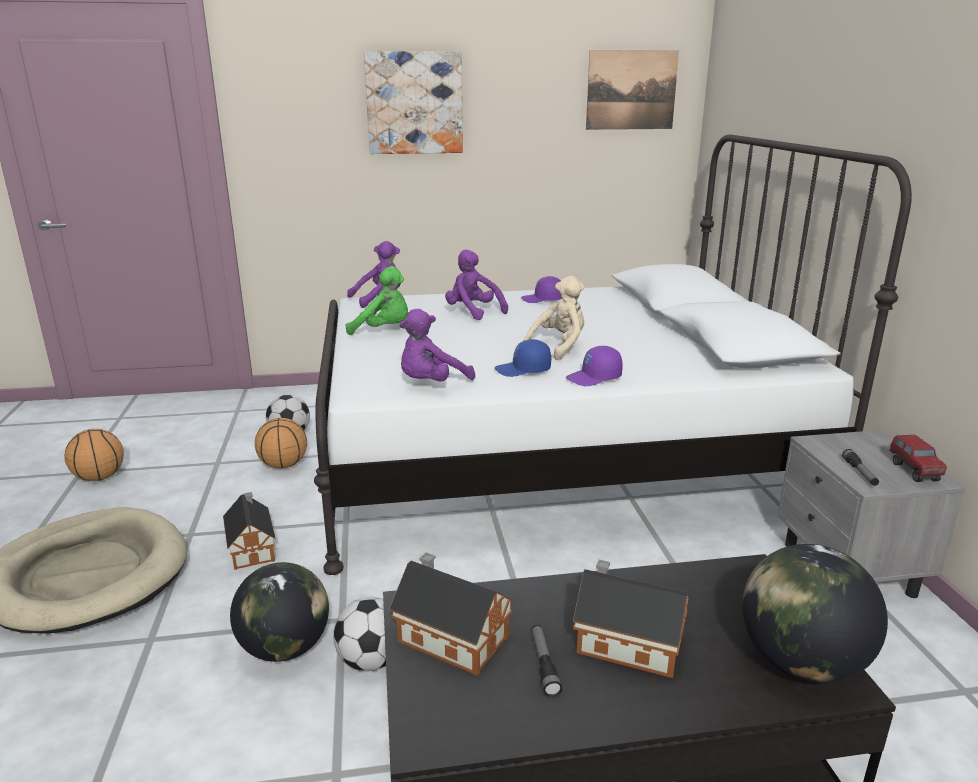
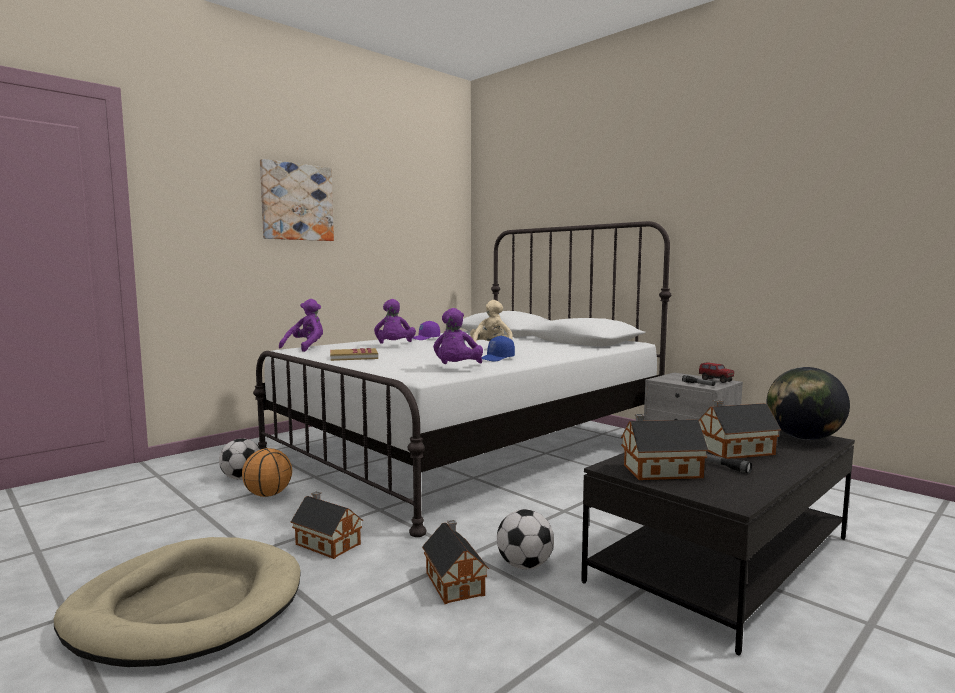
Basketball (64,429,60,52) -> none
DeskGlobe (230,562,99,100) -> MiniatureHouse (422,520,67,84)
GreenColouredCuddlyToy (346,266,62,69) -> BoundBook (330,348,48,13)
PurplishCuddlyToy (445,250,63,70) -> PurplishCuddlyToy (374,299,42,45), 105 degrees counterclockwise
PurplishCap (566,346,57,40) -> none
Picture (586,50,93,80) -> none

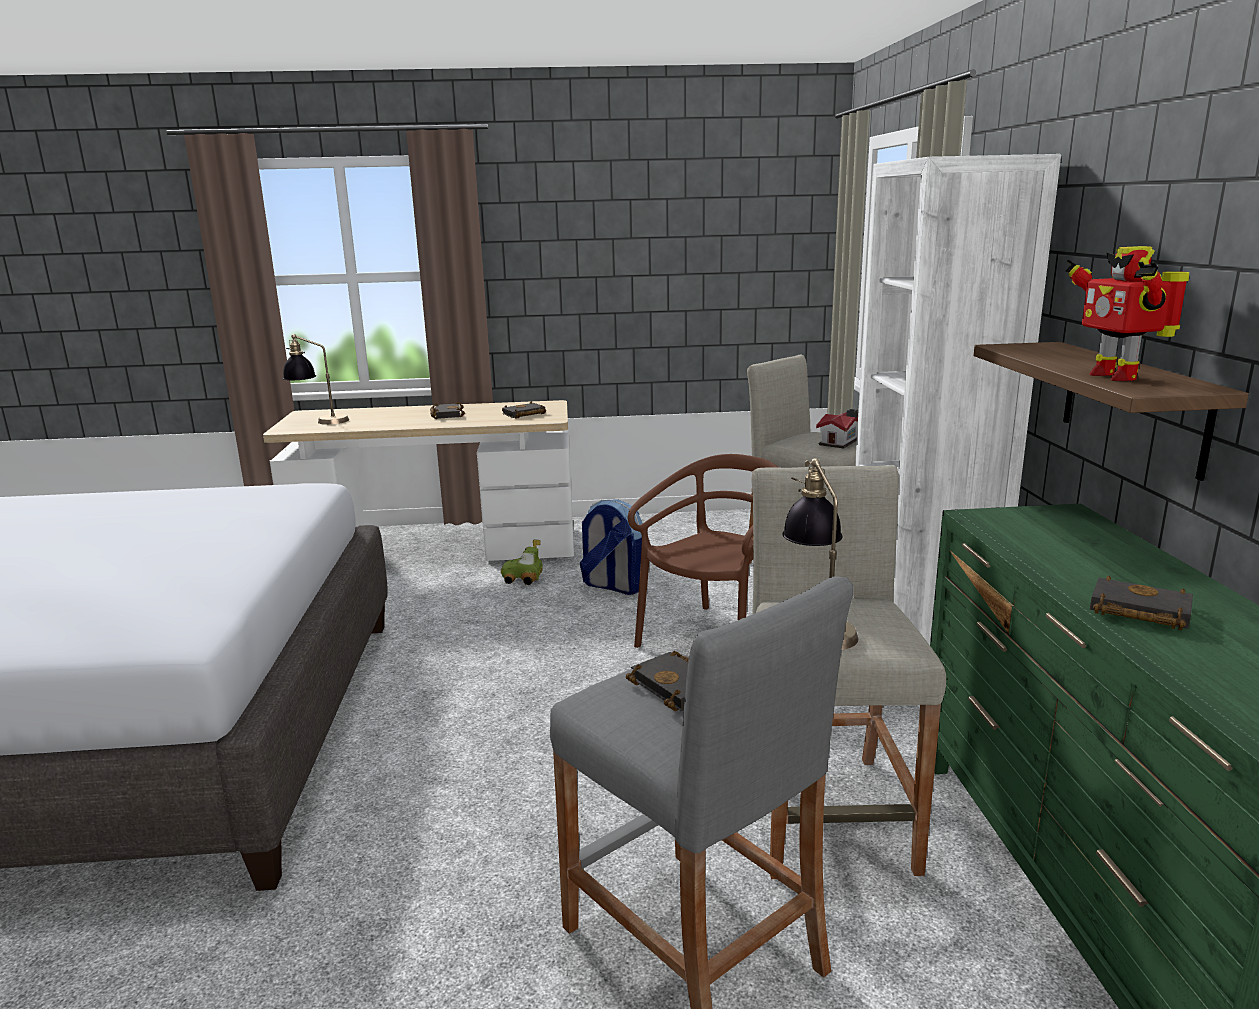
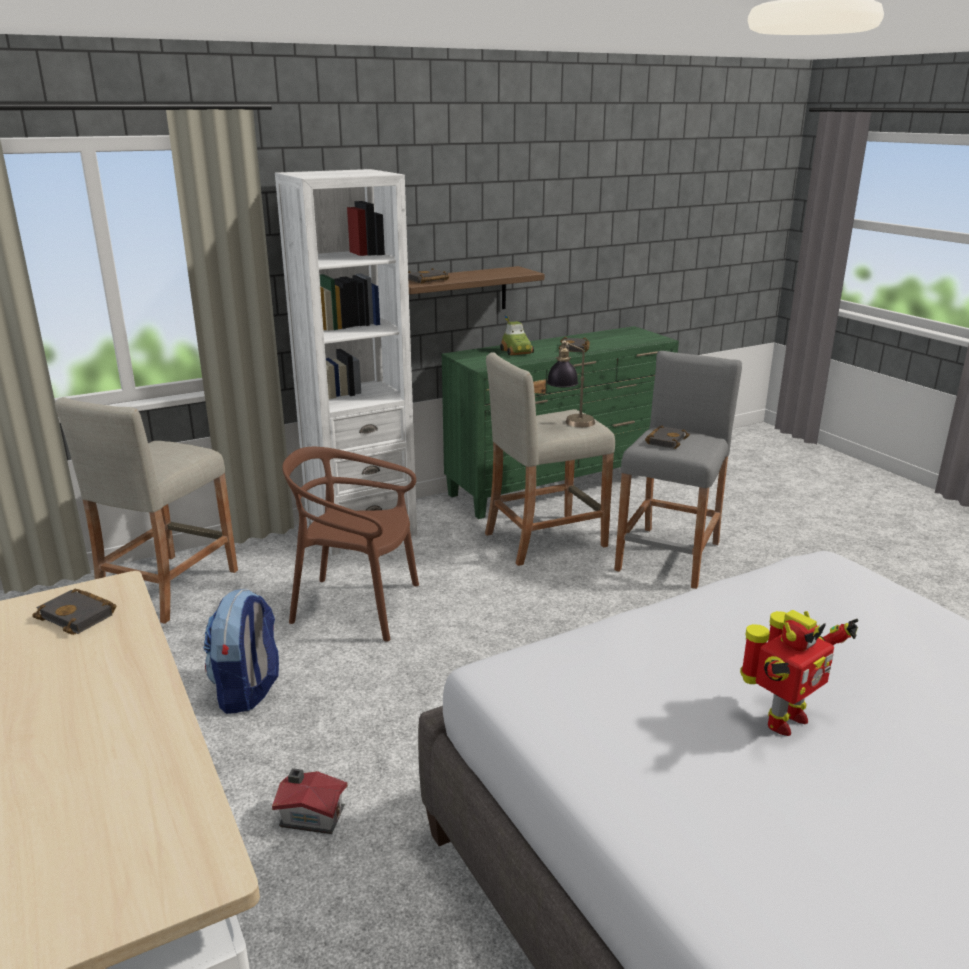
LampForATable (283,334,66,91) -> none
BlackishBoundBook (430,402,35,17) -> BlackishBoundBook (408,268,41,16), relocated
ToyCar (501,539,42,46) -> ToyCar (500,316,34,39), relocated
MiniatureHouse (816,409,42,40) -> MiniatureHouse (272,768,76,66), relocated
ToyRobot (1066,246,123,135) -> ToyRobot (740,610,118,126), relocated

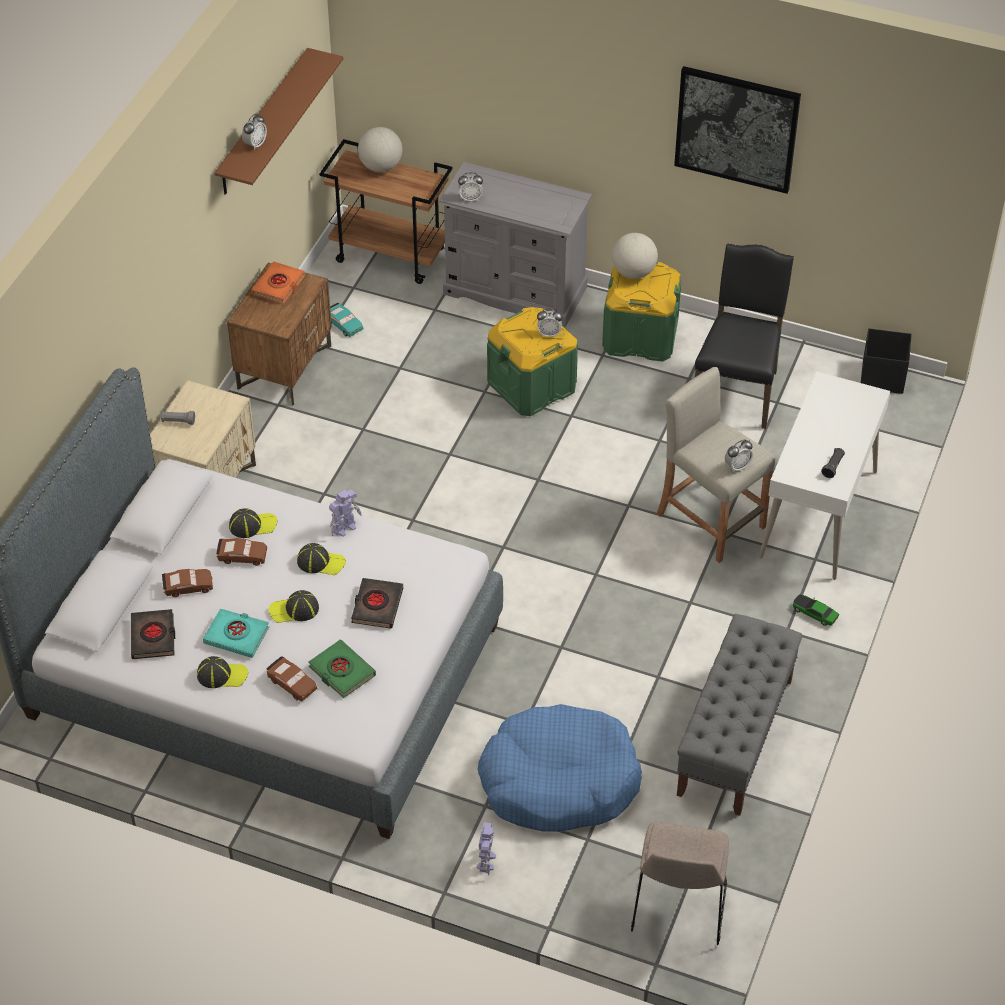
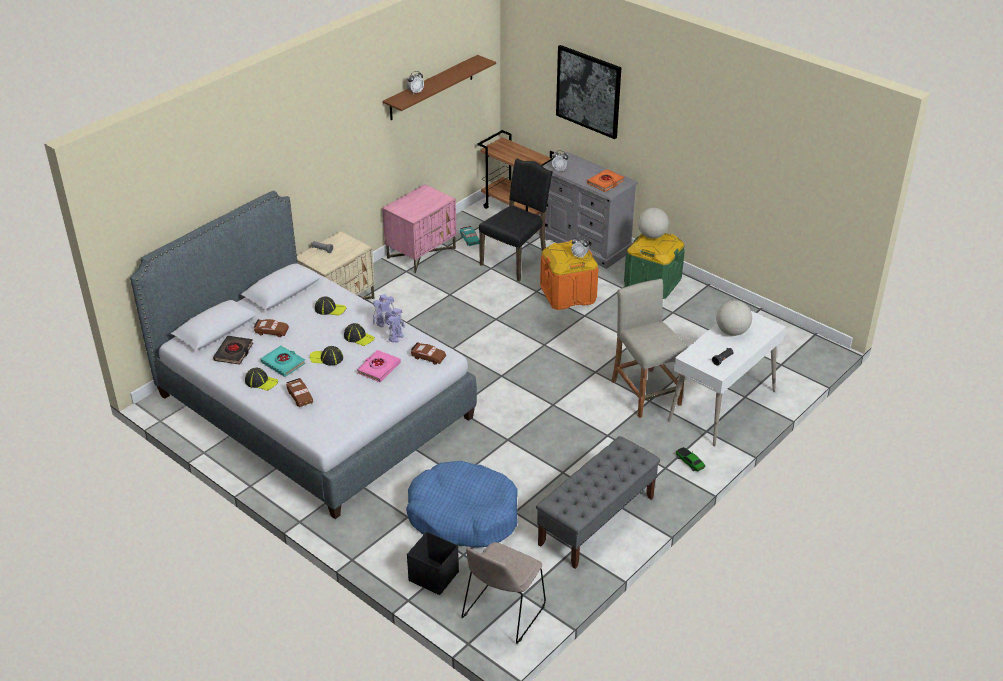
BrownColouredToyCar (216,538,51,28) -> BrownColouredToyCar (411,343,35,22), relocated
BrownColouredNightstand (227,263,105,143) -> PinkNightstand (382,184,75,90)
OrangeColouredBoundBook (251,261,54,43) -> OrangeColouredBoundBook (587,169,37,23), relocated
GreenColouredBoundBook (308,639,68,59) -> none
BlackishBoundBook (351,578,52,51) -> PinkBoundBook (357,350,44,32)
DeskGlobe (358,127,44,45) -> DeskGlobe (716,300,36,36), relocated
ToyRobot (477,822,19,53) -> ToyRobot (388,308,17,35), relocated
GreenColouredStorageBox (487,307,91,109) -> OrangeColouredStorageBox (540,240,59,70)
Picture (674,66,127,128) -> Picture (556,45,65,94), relocated
BlackishUprightChair (695,243,99,186) -> BlackishUprightChair (479,158,74,123), relocated
TableClock (725,440,28,32) -> none
BlackishStorageBox (861,328,51,66) -> BlackishStorageBox (407,532,52,63), relocated

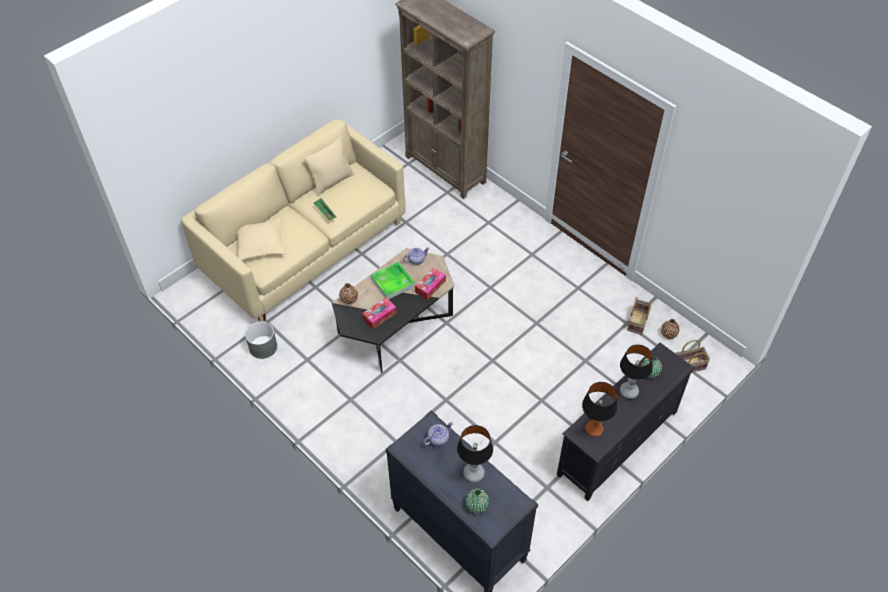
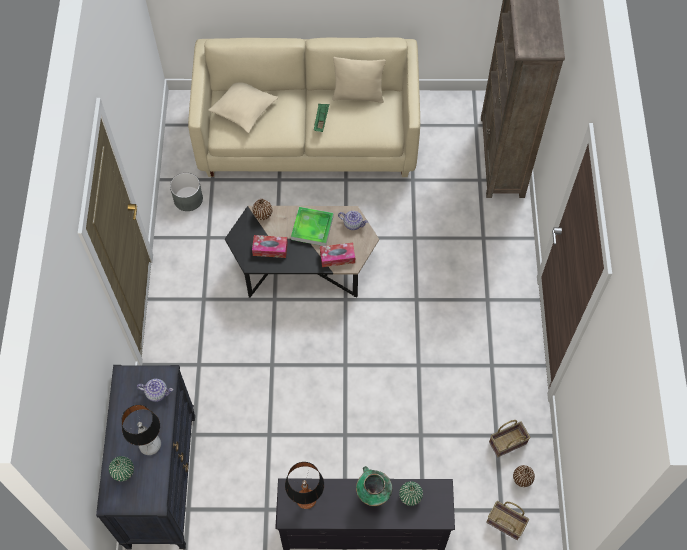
LampForATable (620,344,33,55) -> Vase (356,466,36,40)

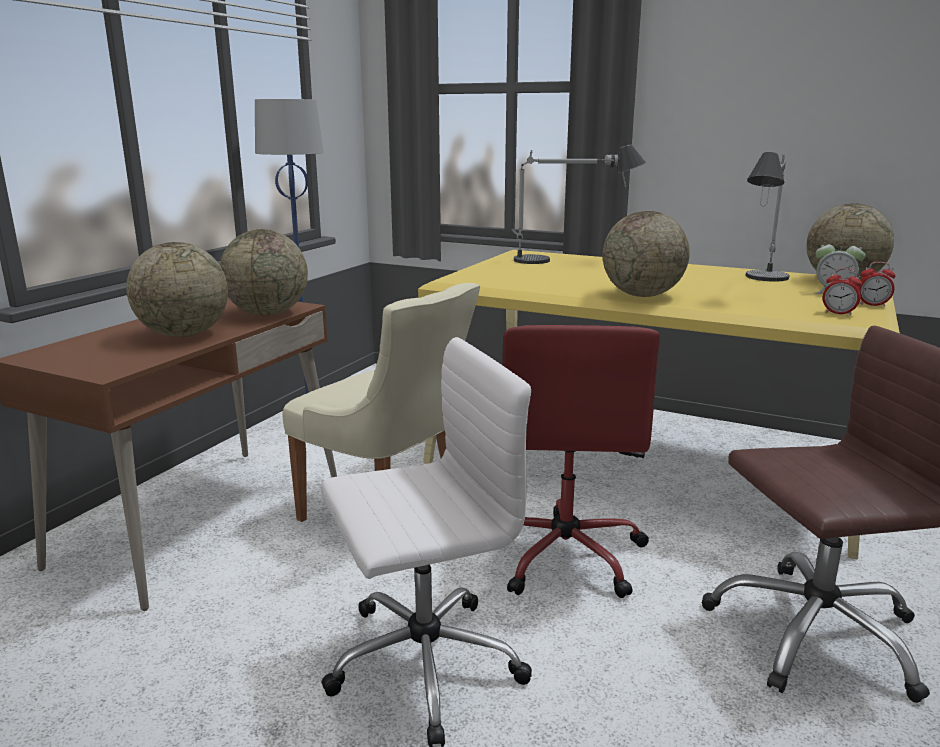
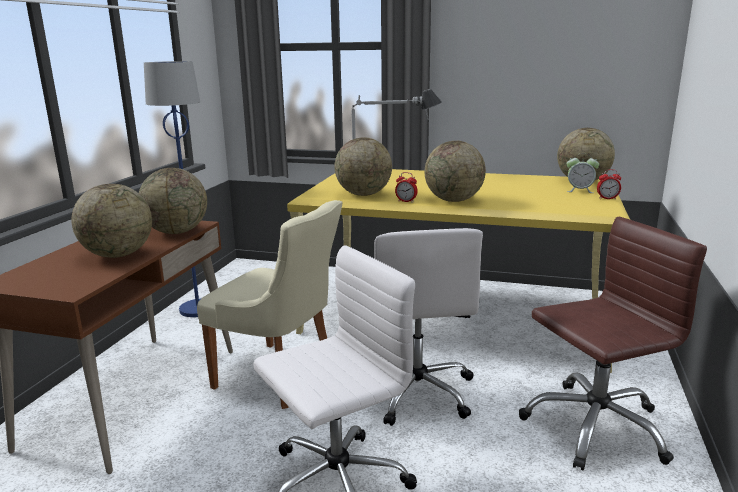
RedColouredOfficeChair (503,325,157,273) -> WhitishOfficeChair (374,228,109,198)
LampForATable (746,152,44,130) -> none
TableClock (823,268,39,48) -> TableClock (395,172,23,31), relocated
none -> DeskGlobe (334,137,58,59)

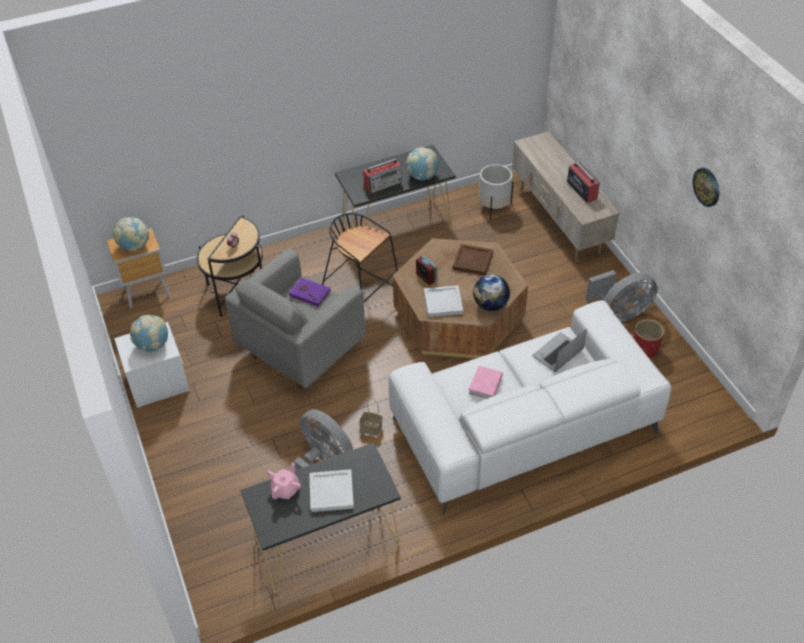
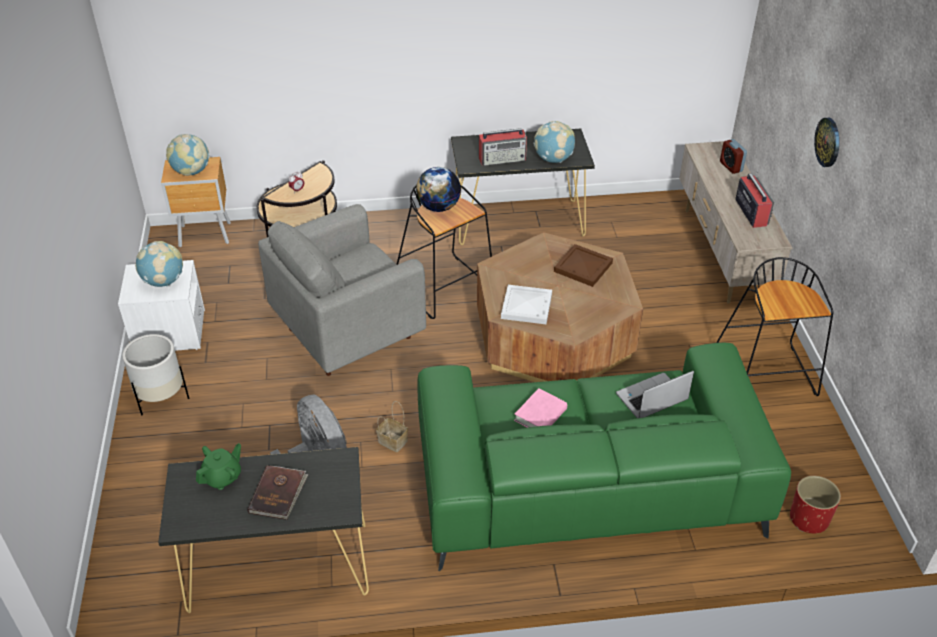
PinkTeapot (267,462,34,37) -> GreenColouredTeapot (196,443,45,47)
PurplishBoundBook (289,277,42,30) -> none
WhitishTray (309,469,45,43) -> BrownColouredBoundBook (247,466,61,54)
WhitishSofa (389,300,282,215) -> GreenColouredSofa (418,343,373,229)
TableClock (416,255,21,30) -> TableClock (720,139,27,35), relocated
DeskGlobe (473,274,37,37) -> DeskGlobe (416,167,45,45), relocated
WhitishPlantPot (479,164,34,56) -> WhitishPlantPot (122,334,67,81), relocated
GreyElectricFan (586,270,72,51) -> BlackishStool (716,257,117,139)
RedColouredPlantPot (633,319,31,39) -> RedColouredPlantPot (790,476,51,57), relocated
HangingClock (693,168,26,39) -> HangingClock (814,118,25,49), relocated

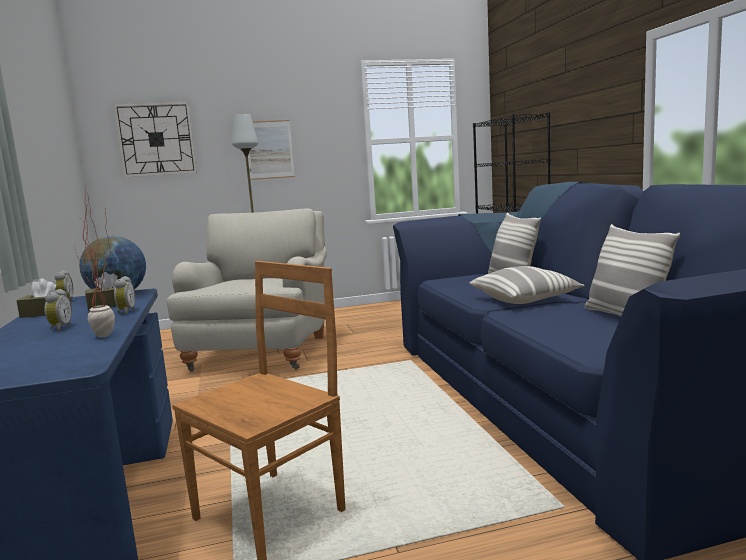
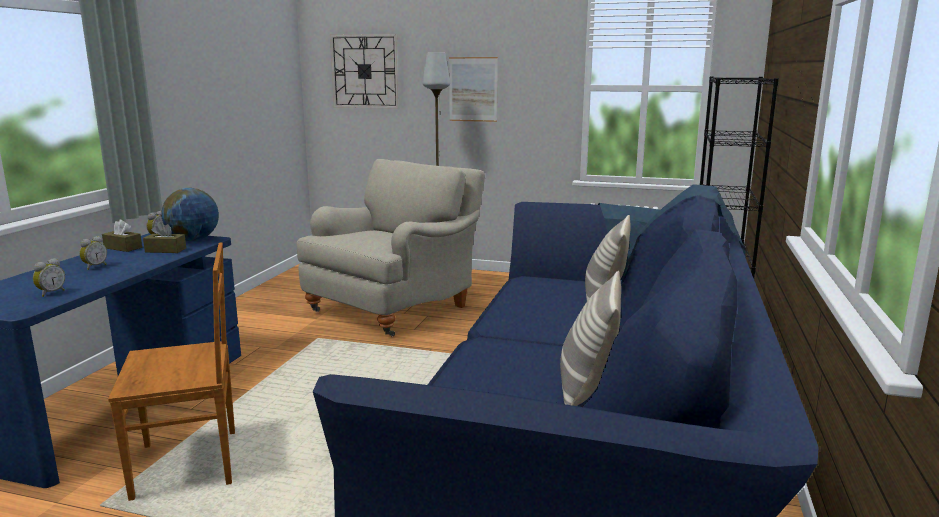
PlantInAPot (74,184,41,154) -> none
TableClock (114,276,21,38) -> TableClock (33,258,32,39), relocated
Cushion (470,266,115,38) -> none

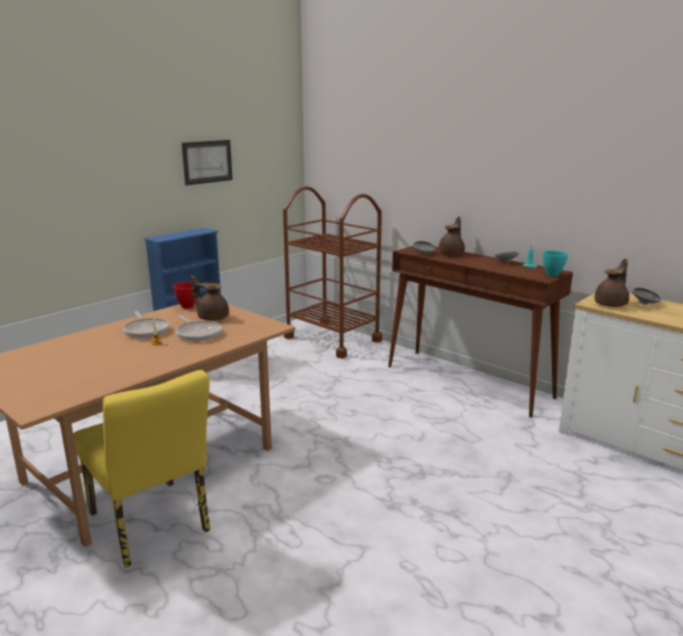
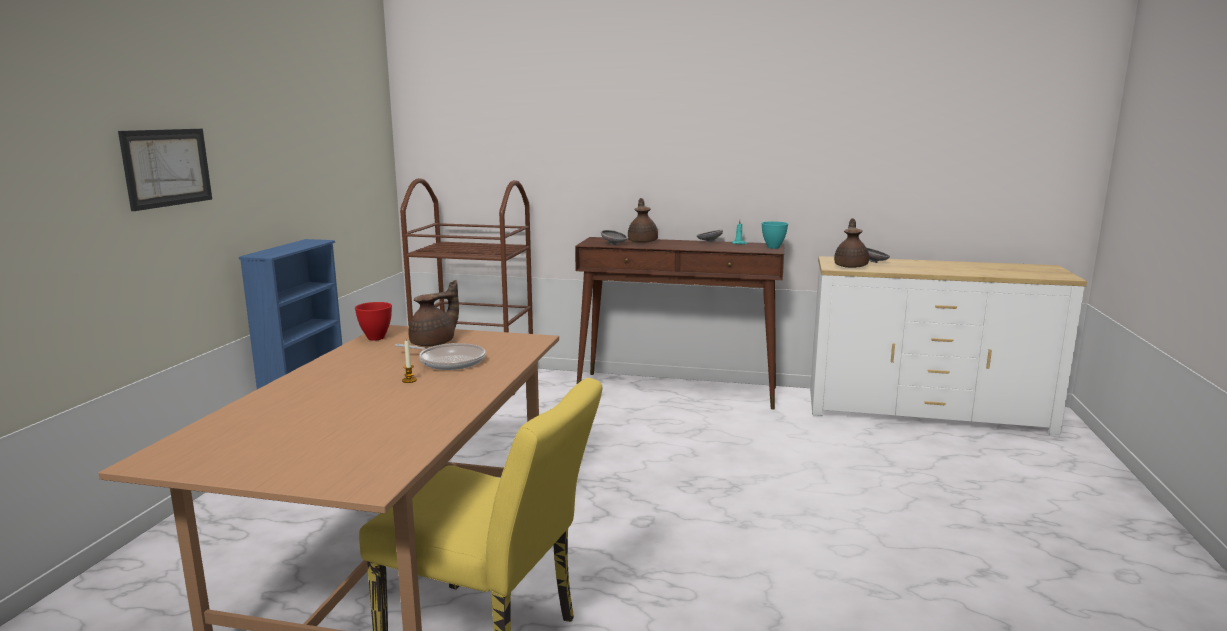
Skillet (123,311,47,27) -> none
Picture (182,140,51,45) -> Picture (118,129,94,82), relocated
BrownColouredTeapot (191,275,38,46) -> BrownColouredTeapot (408,280,51,66), 135 degrees clockwise

